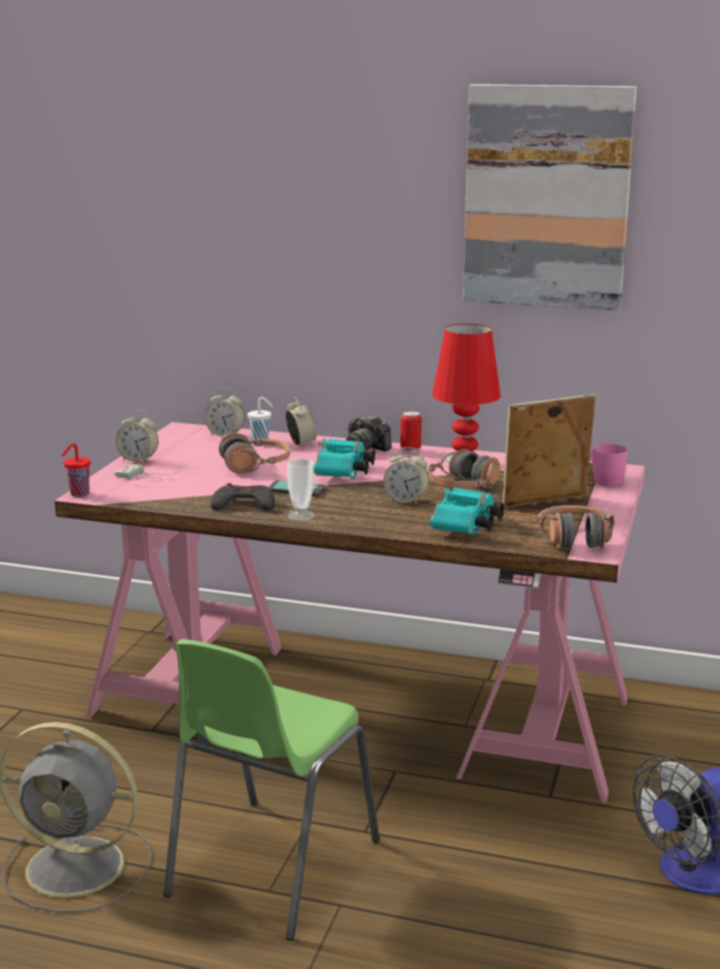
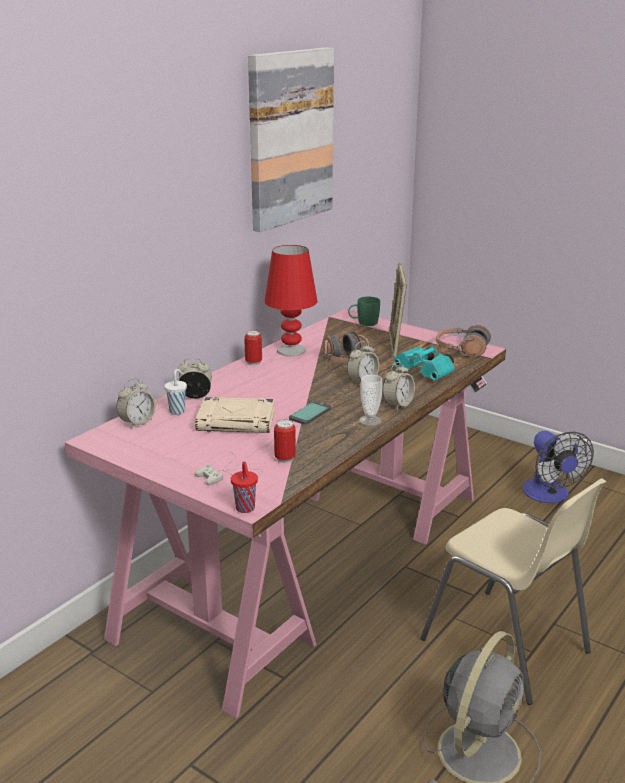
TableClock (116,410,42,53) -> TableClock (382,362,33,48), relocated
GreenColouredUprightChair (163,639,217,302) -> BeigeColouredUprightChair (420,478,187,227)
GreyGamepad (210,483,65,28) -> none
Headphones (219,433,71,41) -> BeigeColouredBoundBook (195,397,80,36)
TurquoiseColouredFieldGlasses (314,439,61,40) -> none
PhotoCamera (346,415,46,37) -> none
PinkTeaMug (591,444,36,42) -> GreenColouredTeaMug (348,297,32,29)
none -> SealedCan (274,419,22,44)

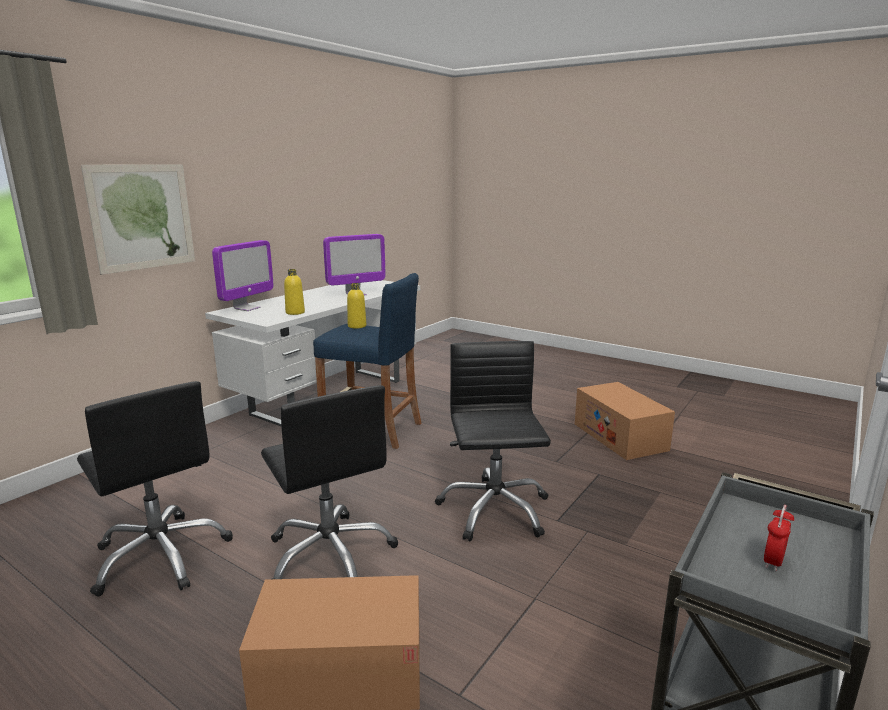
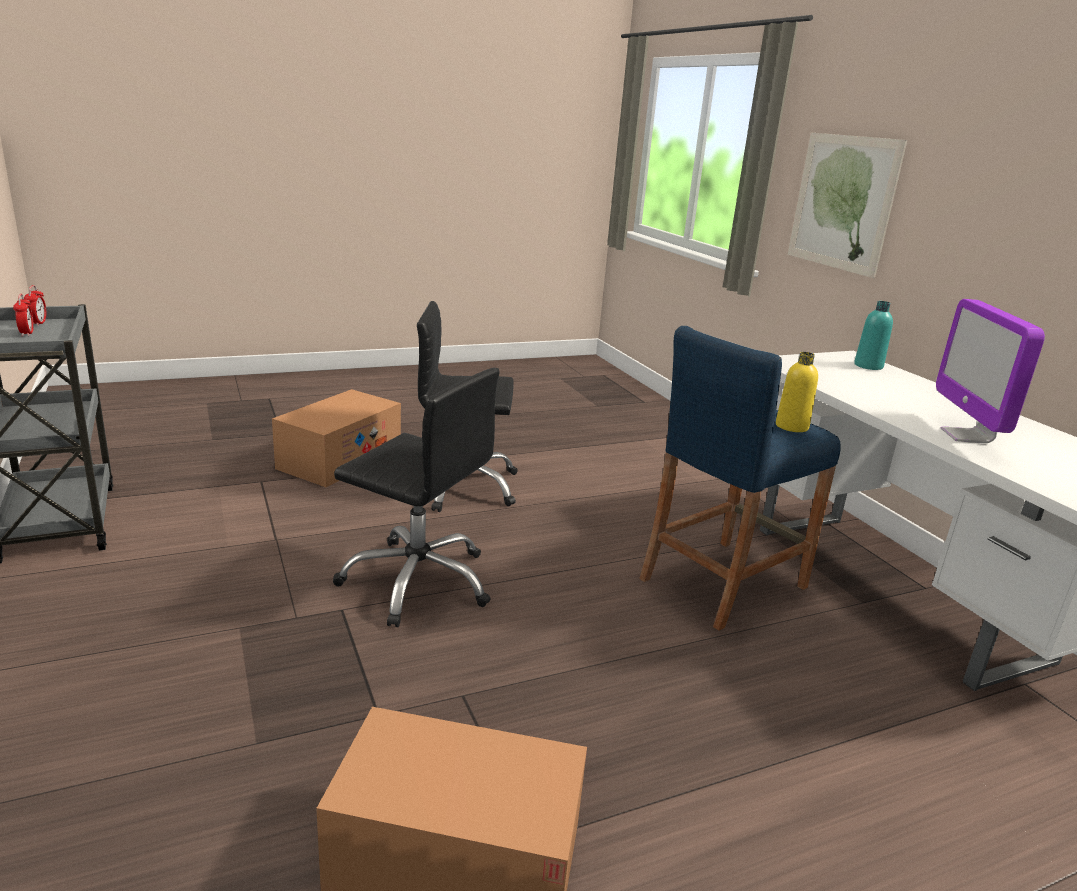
BlackishOfficeChair (77,381,156,216) -> none
ComputerDisplay (212,240,62,71) -> TurquoiseColouredBottle (854,301,39,69)
YellowishBottle (284,269,21,46) -> none
none -> TableClock (24,285,22,41)

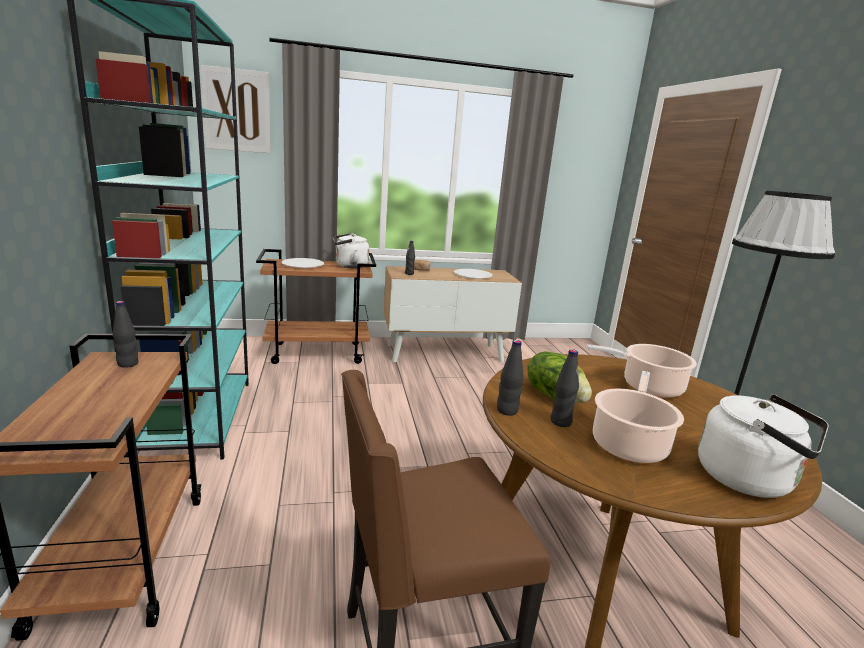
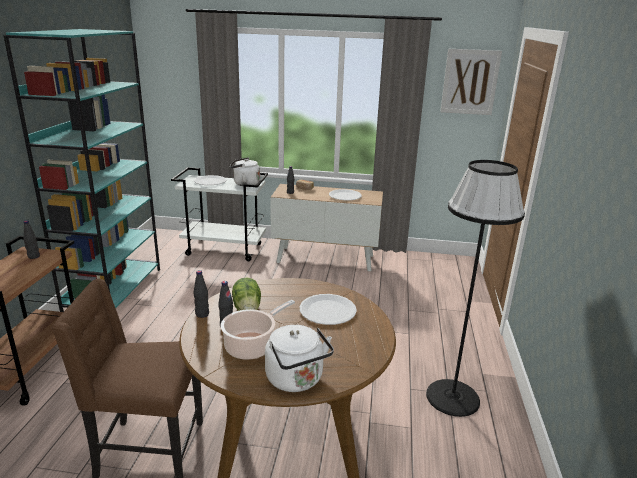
Picture (200,65,71,88) -> Picture (440,49,62,66), relocated
BrownColouredCart (256,249,120,115) -> WhitishCart (171,167,97,94)
CookingPot (587,344,110,54) -> WhitishFlatDish (300,294,57,31)

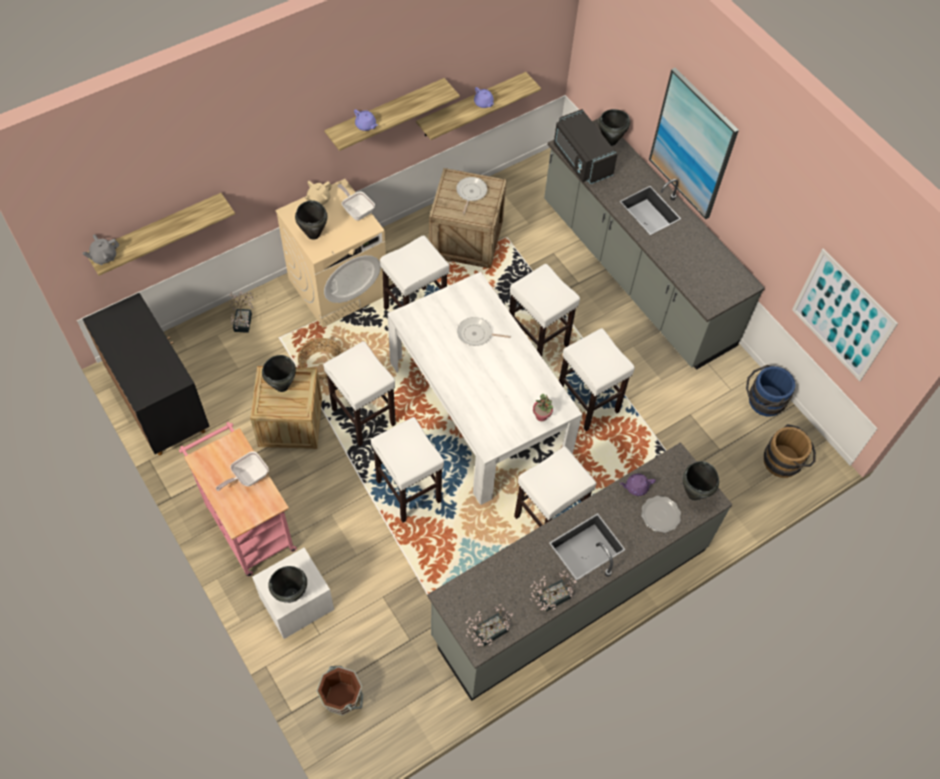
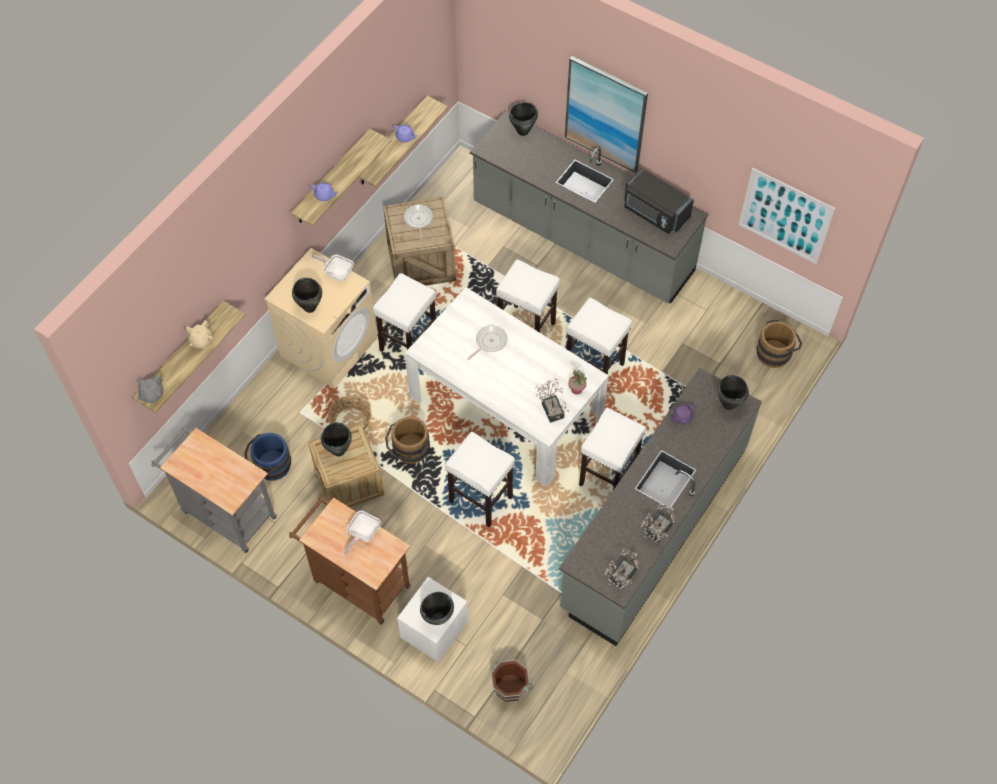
BlackishCabinet (83,293,127,162) -> GreyCart (152,427,125,126)
PinkCart (179,422,118,155) -> BrownColouredCart (289,496,122,129)
PlantInAPot (227,291,26,42) -> PlantInAPot (536,378,33,45), relocated
BeigeColouredTeapot (305,181,27,24) -> BeigeColouredTeapot (185,321,28,28), relocated
WhitishStool (323,341,73,105) -> BrownColouredWaterBucket (385,416,45,48)
Skillet (457,317,54,29) -> Skillet (467,325,40,35), 150 degrees clockwise
BlackishMicrowaveOven (554,109,64,75) -> BlackishMicrowaveOven (624,168,70,66), relocated
FlatDish (641,496,40,37) -> none
BlueColouredWaterBucket (746,365,49,52) -> BlueColouredWaterBucket (245,433,46,48), relocated

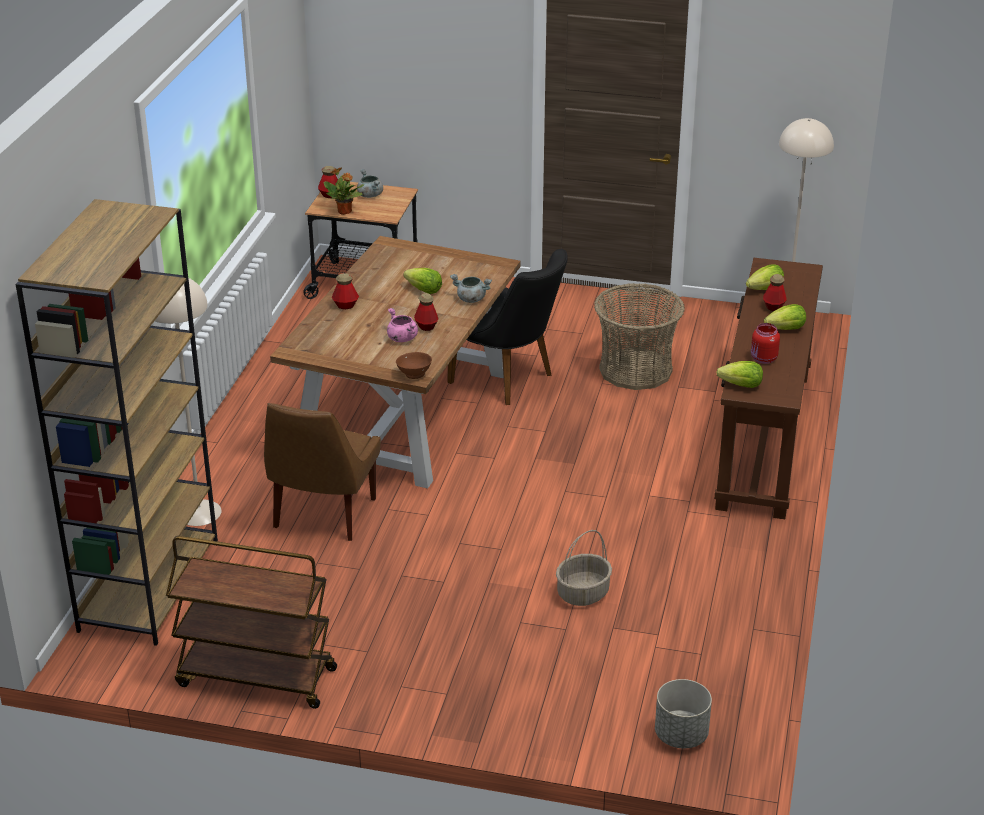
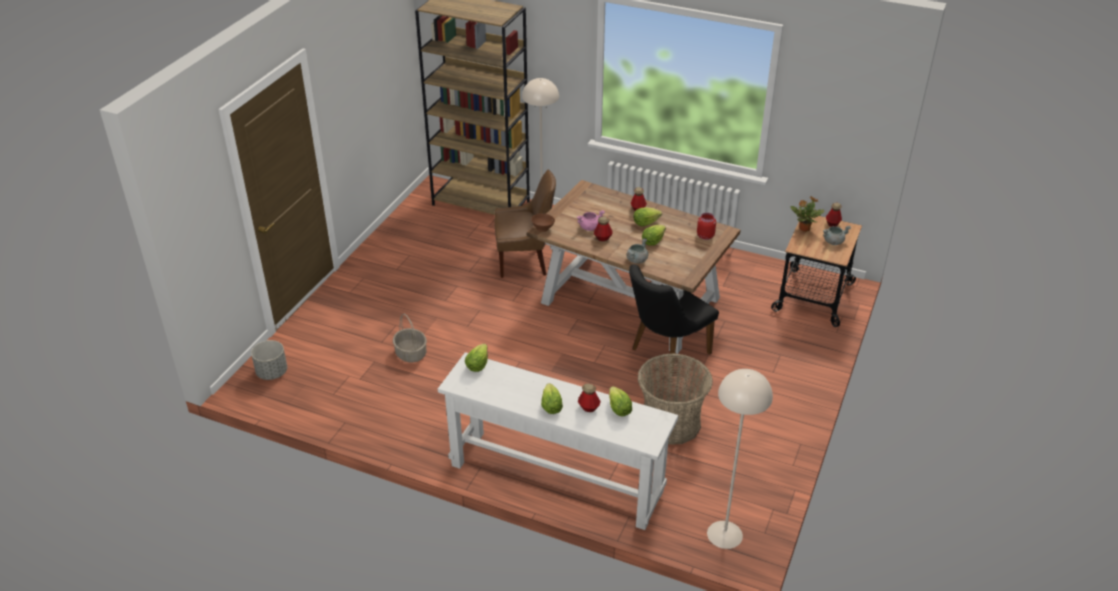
BrownColouredCart (166,536,171,173) -> none
BrownColouredUprightChair (264,403,117,138) -> BrownColouredUprightChair (494,169,62,109), 150 degrees clockwise
BrownColouredNarrowTable (714,258,109,261) -> WhitishNarrowTable (438,352,240,178)
RedColouredJar (751,323,29,41) -> RedColouredJar (697,213,19,27), relocated
none -> Lettuce (634,207,28,19)

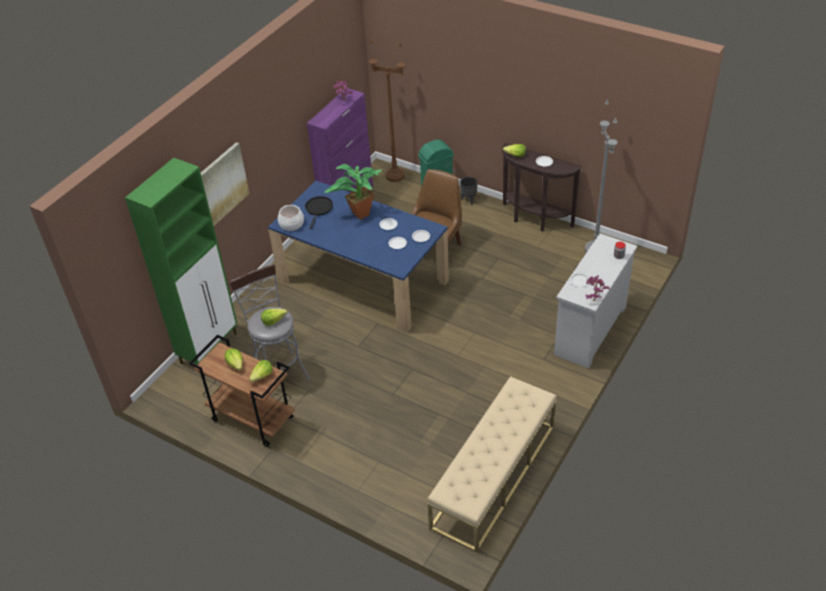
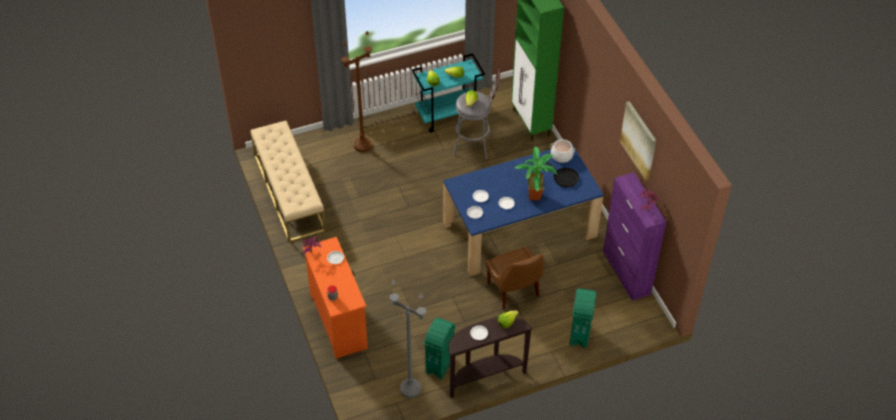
BrownColouredCart (189,335,106,112) -> TurquoiseColouredCart (412,53,73,79)
Picture (201,142,49,84) -> Picture (620,101,36,80), relocated
BrownColouredStandardLamp (369,39,36,143) -> BrownColouredStandardLamp (341,31,31,121), relocated
BlackishPlantPot (460,177,18,28) -> none
WhitishDresser (554,233,83,136) -> OrangeColouredDresser (302,237,66,122)
none -> GreenColouredWasteBin (424,318,32,61)

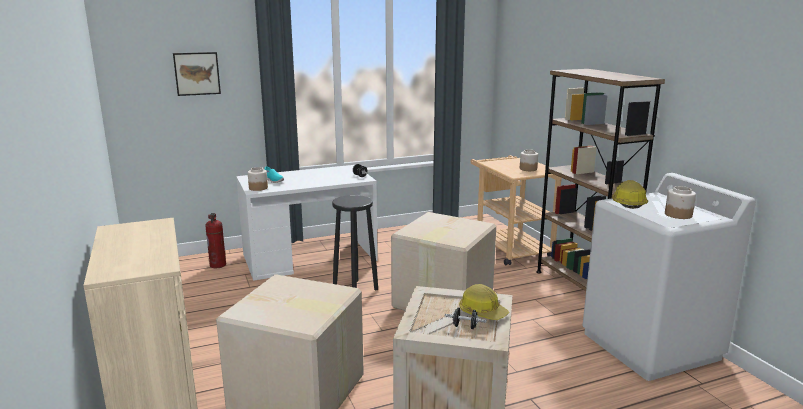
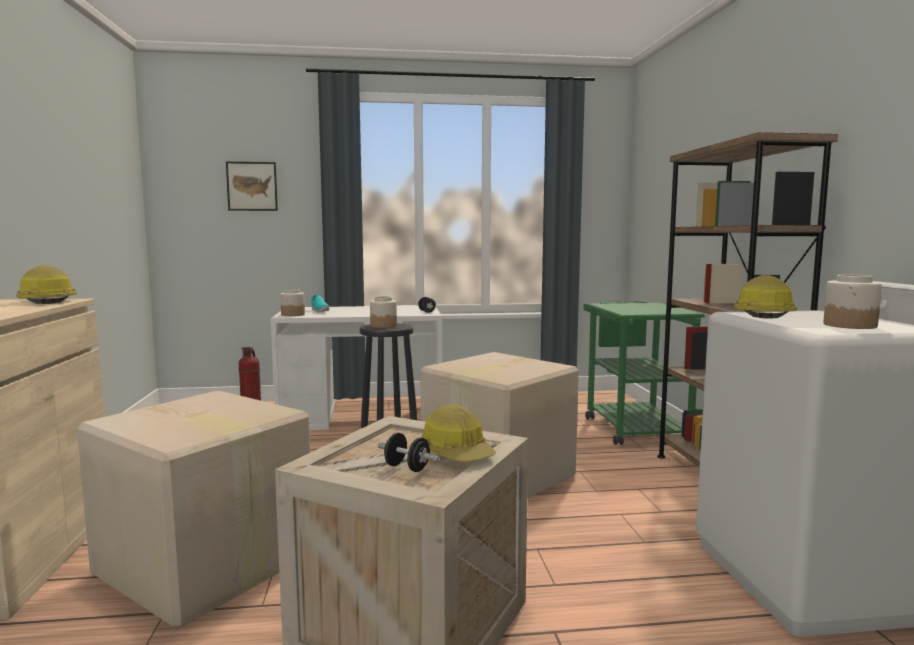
BeigeColouredCart (471,155,91,110) -> GreenColouredCart (583,301,122,144)
Jar (520,149,18,22) -> Jar (370,296,27,32), relocated
none -> HardHat (16,265,61,39)

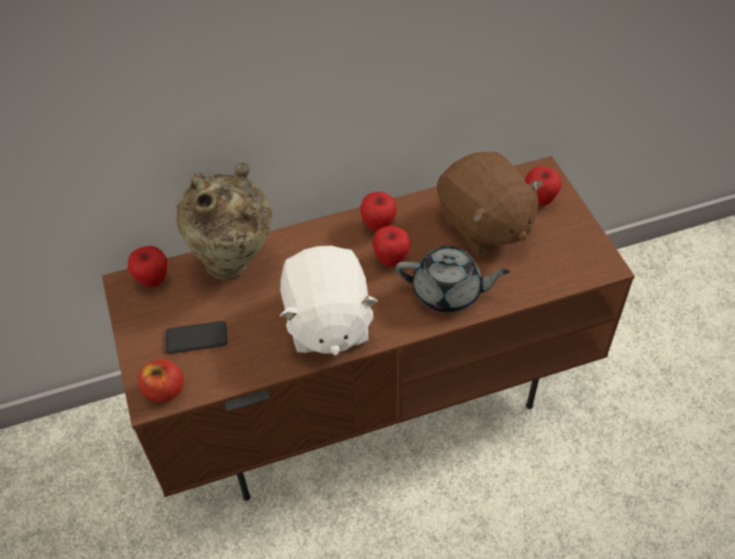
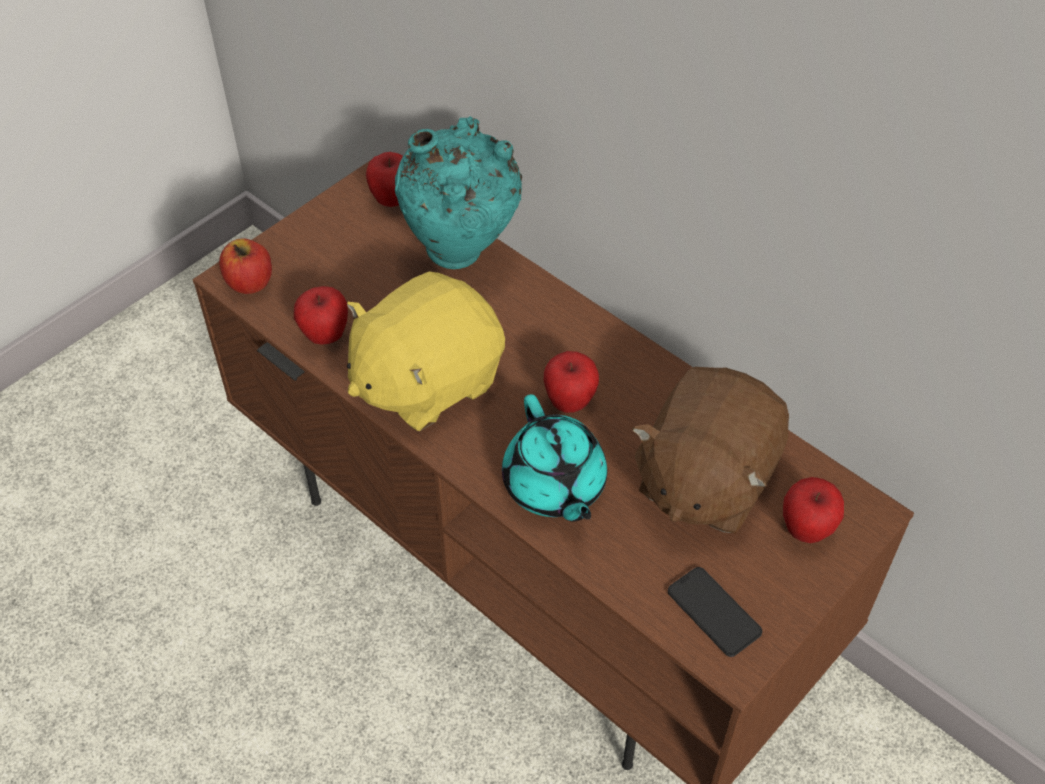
Phone (165,321,63,33) -> Phone (668,567,94,90), relocated
BeigeColouredVase (176,162,96,118) -> TurquoiseColouredVase (395,116,127,153)
WhitishCuddlyToy (280,246,98,109) -> YellowishCuddlyToy (347,272,158,159)
WholeApple (360,192,37,40) -> WholeApple (294,286,54,59), relocated
GreyTeapot (396,246,114,67) -> TurquoiseColouredTeapot (502,394,105,128)

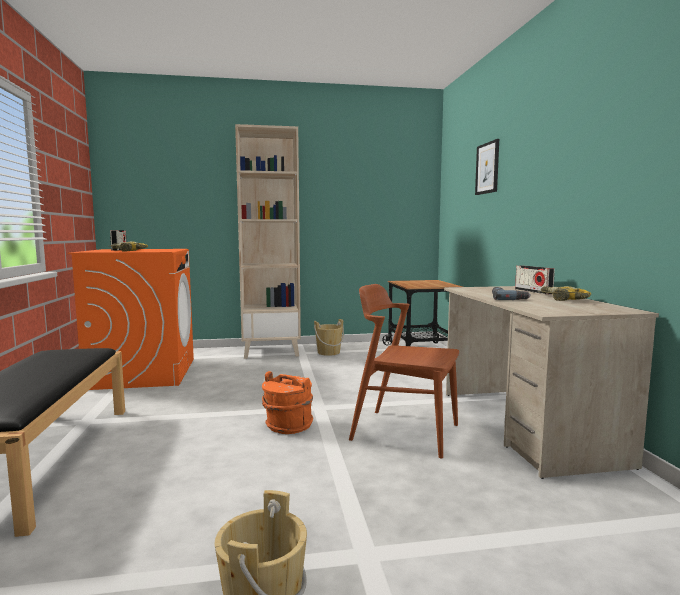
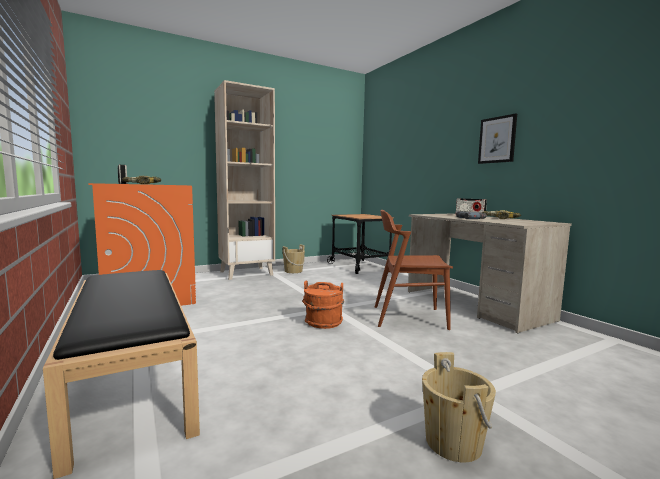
Picture (475,139,24,56) -> Picture (478,114,39,50), relocated

